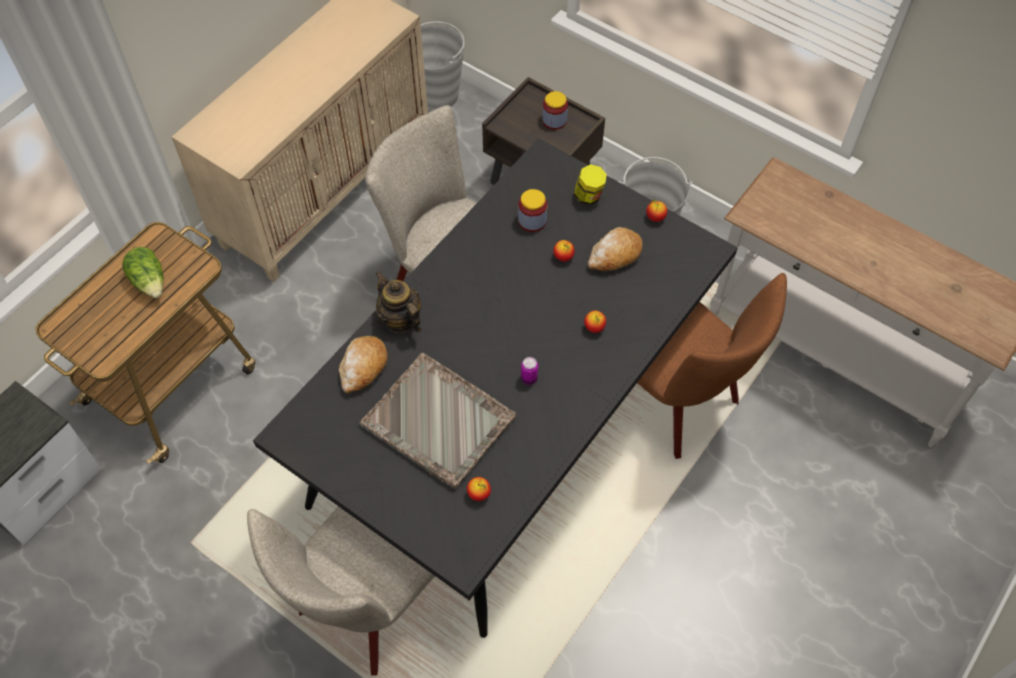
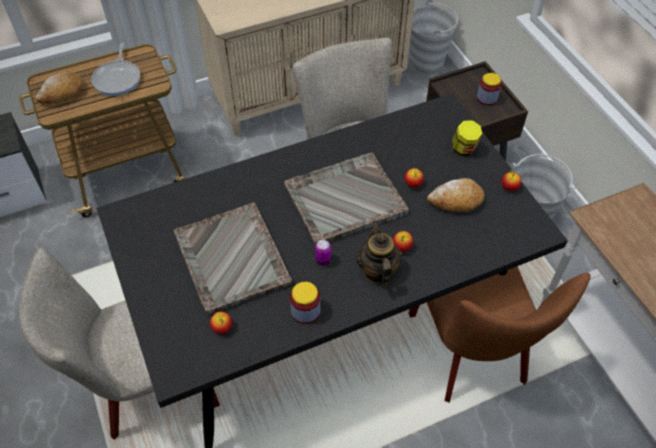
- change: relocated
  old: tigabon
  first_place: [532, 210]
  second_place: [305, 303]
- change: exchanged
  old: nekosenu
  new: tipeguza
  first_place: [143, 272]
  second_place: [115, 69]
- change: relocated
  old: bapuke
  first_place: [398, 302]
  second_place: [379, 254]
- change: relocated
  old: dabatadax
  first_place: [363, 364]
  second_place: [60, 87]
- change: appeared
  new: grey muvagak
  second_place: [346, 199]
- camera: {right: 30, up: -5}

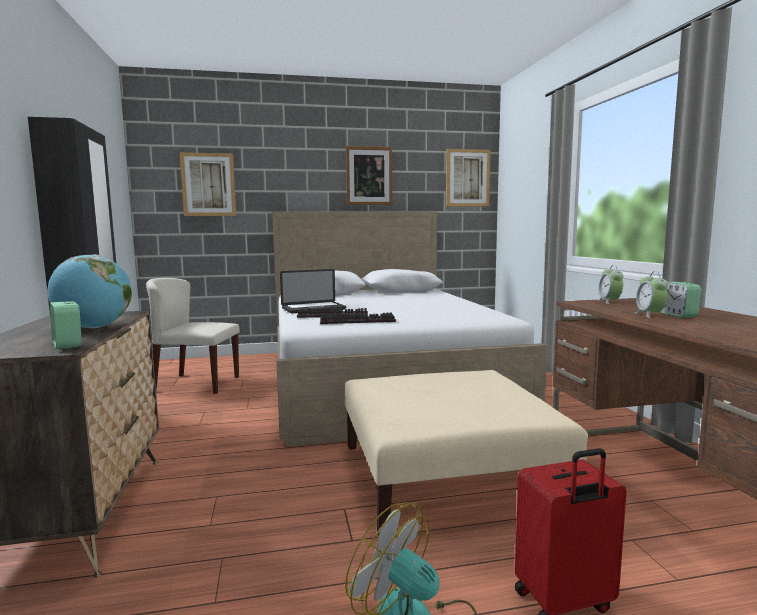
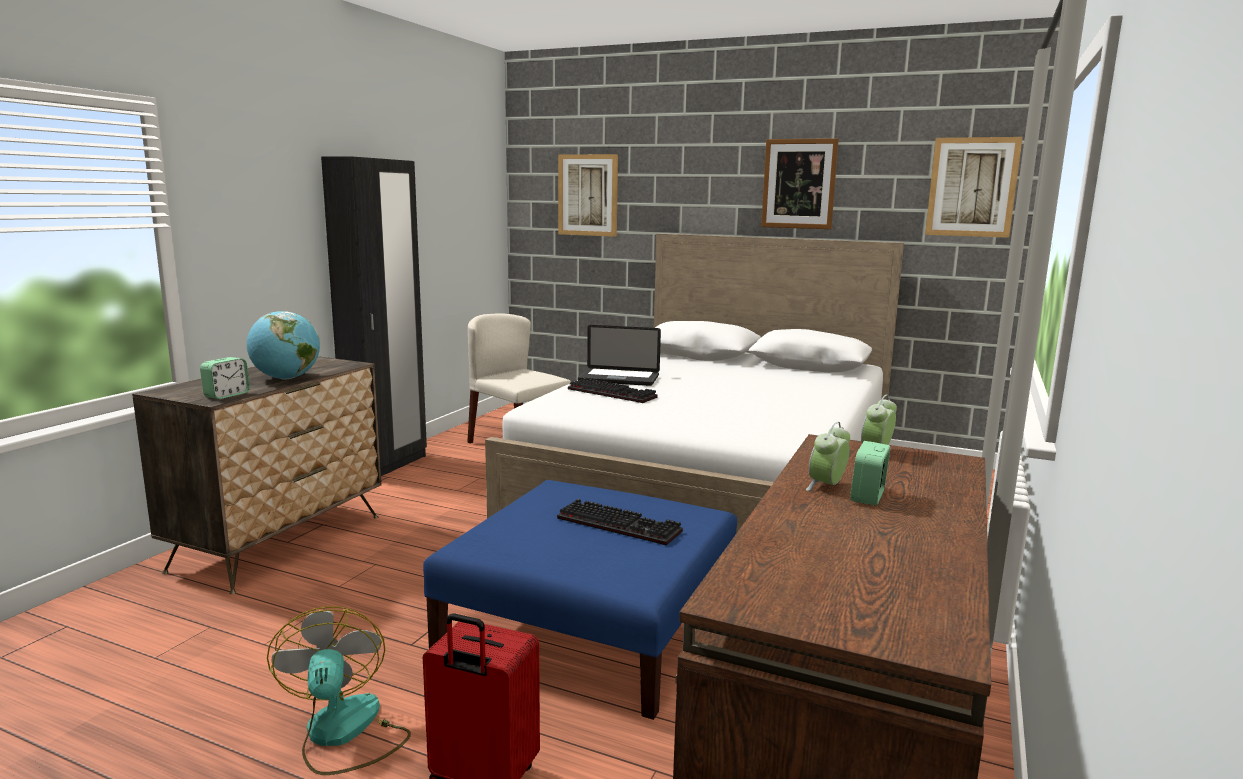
- change: spun
  old: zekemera
  first_place: [66, 325]
  second_place: [225, 378]
  degrees: -150
- change: relocated
  old: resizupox
  first_place: [358, 318]
  second_place: [620, 522]
- change: colour
  old: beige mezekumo
  new: blue mezekumo
  first_place: [466, 453]
  second_place: [580, 600]
- camera: {right: 35, up: 5}

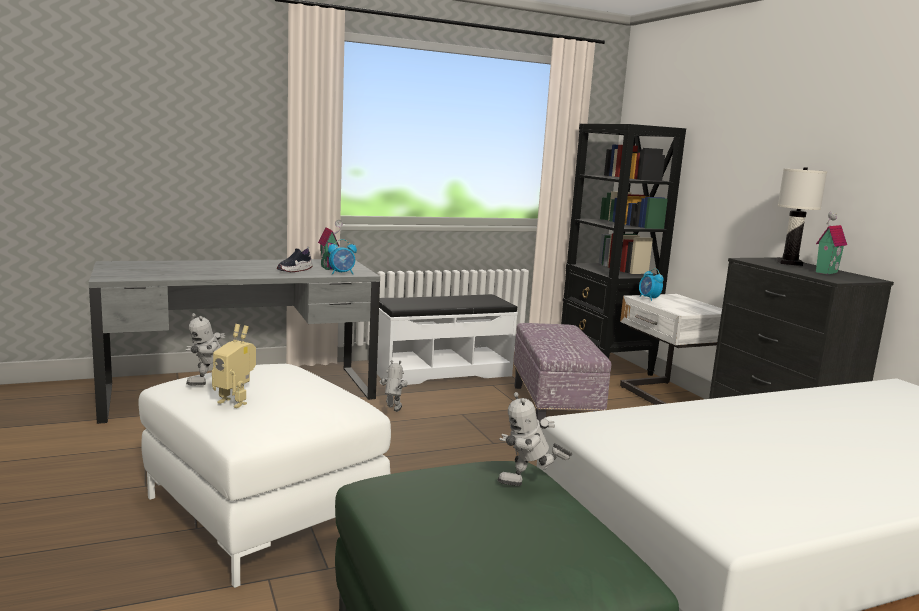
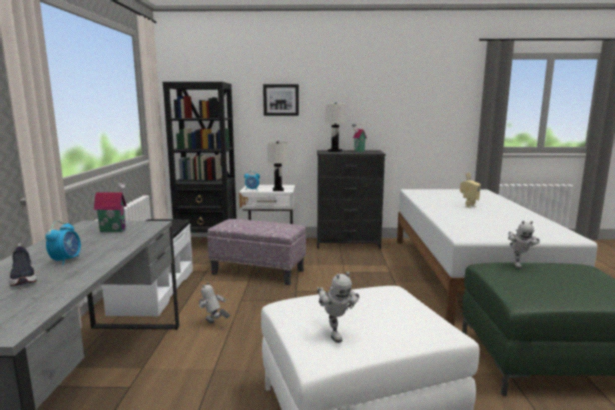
- change: relocated
  old: zekemera
  first_place: [342, 257]
  second_place: [63, 243]
- change: relocated
  old: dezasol
  first_place: [295, 259]
  second_place: [23, 264]
- change: relocated
  old: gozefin
  first_place: [234, 366]
  second_place: [470, 190]
- change: appeared
  new: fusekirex
  second_place: [281, 100]
- change: appeared
  new: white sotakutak
  second_place: [277, 166]
- camera: {right: -65, up: 0}

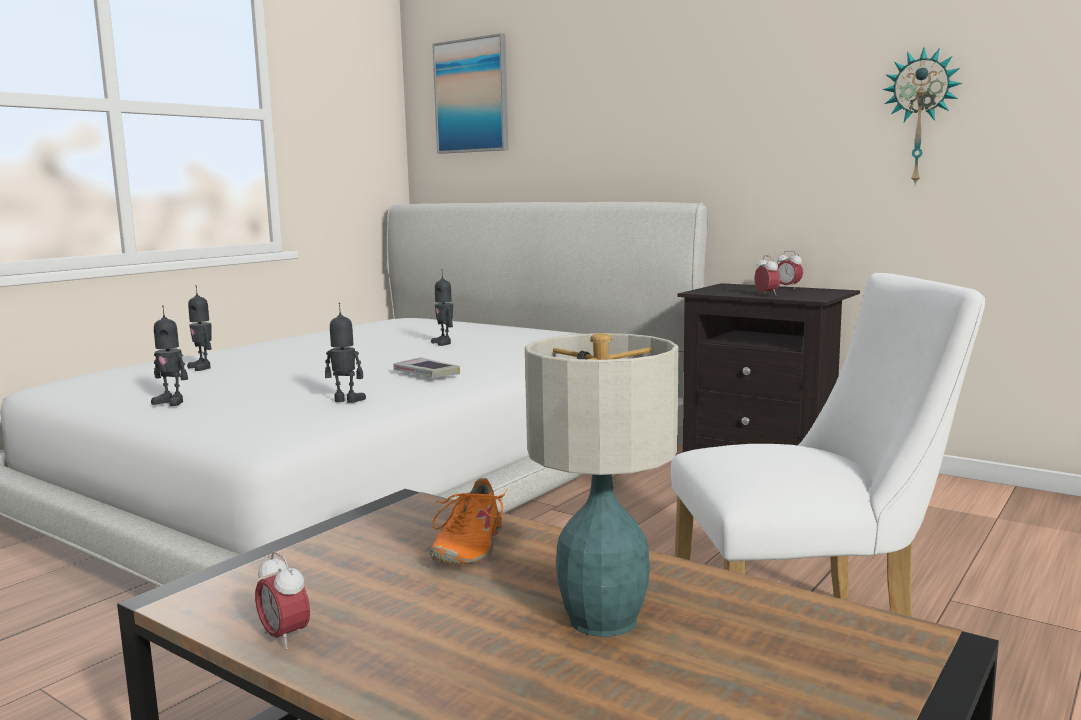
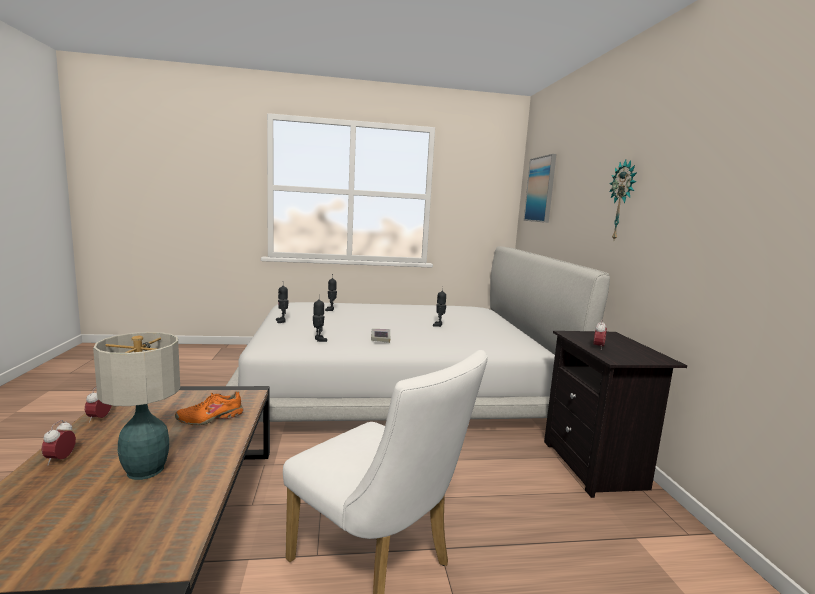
- change: relocated
  old: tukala
  first_place: [922, 117]
  second_place: [623, 199]
- change: relocated
  old: zekemera
  first_place: [790, 270]
  second_place: [59, 442]
- camera: {right: 45, up: 0}

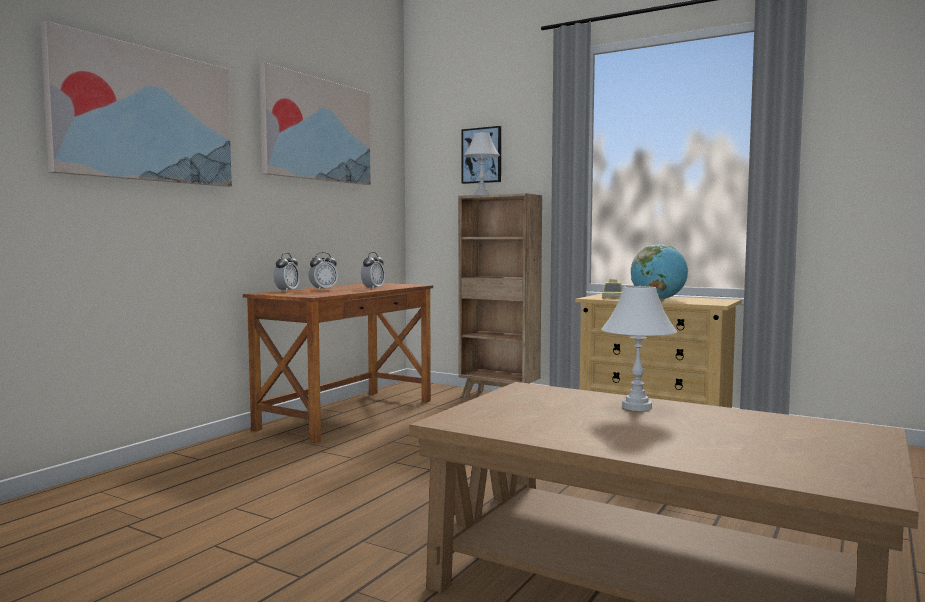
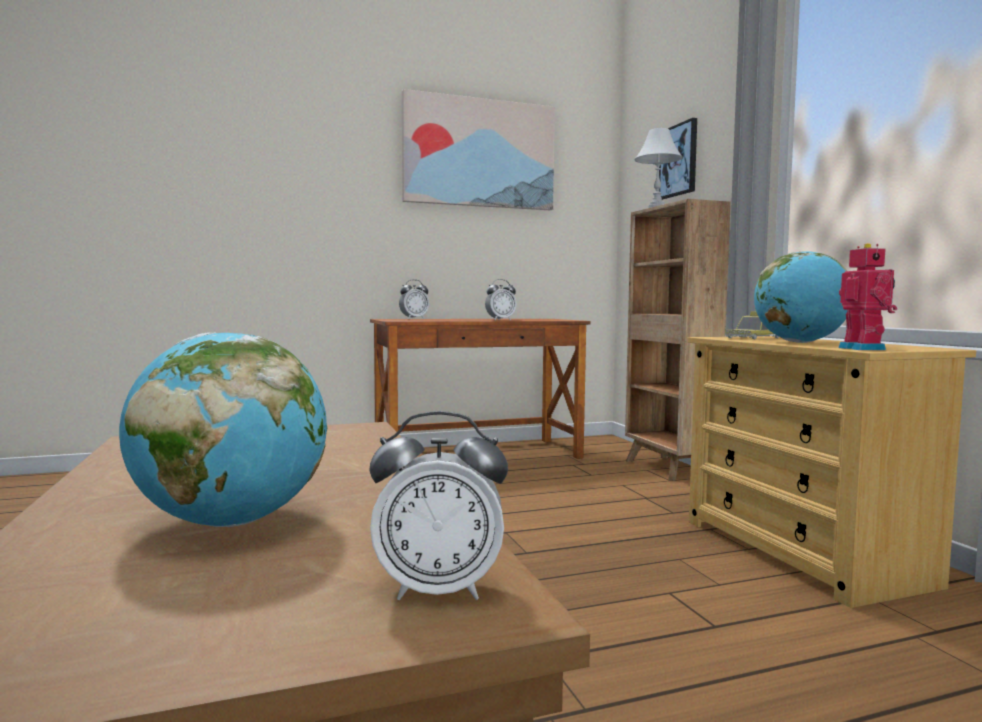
- change: missing
  old: fusekirex
  first_place: [136, 104]
- change: relocated
  old: zekemera
  first_place: [323, 271]
  second_place: [438, 505]
- change: missing
  old: white sotakutak
  first_place: [639, 348]
- change: appeared
  new: gozefin
  second_place: [867, 296]
- change: appeared
  new: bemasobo
  second_place: [223, 429]
- camera: {right: 40, up: 0}

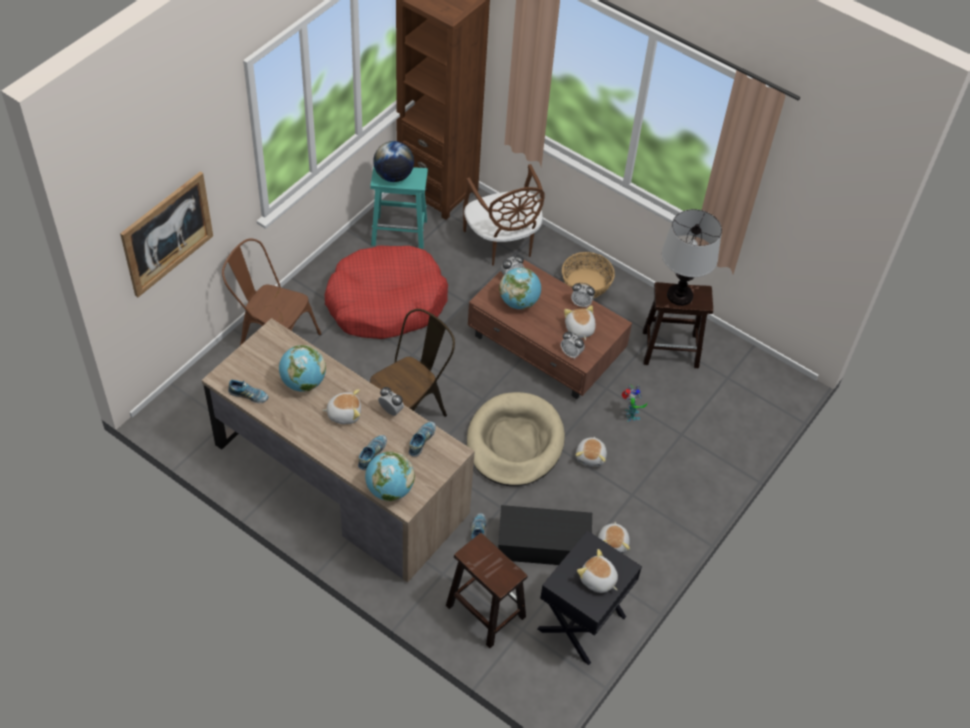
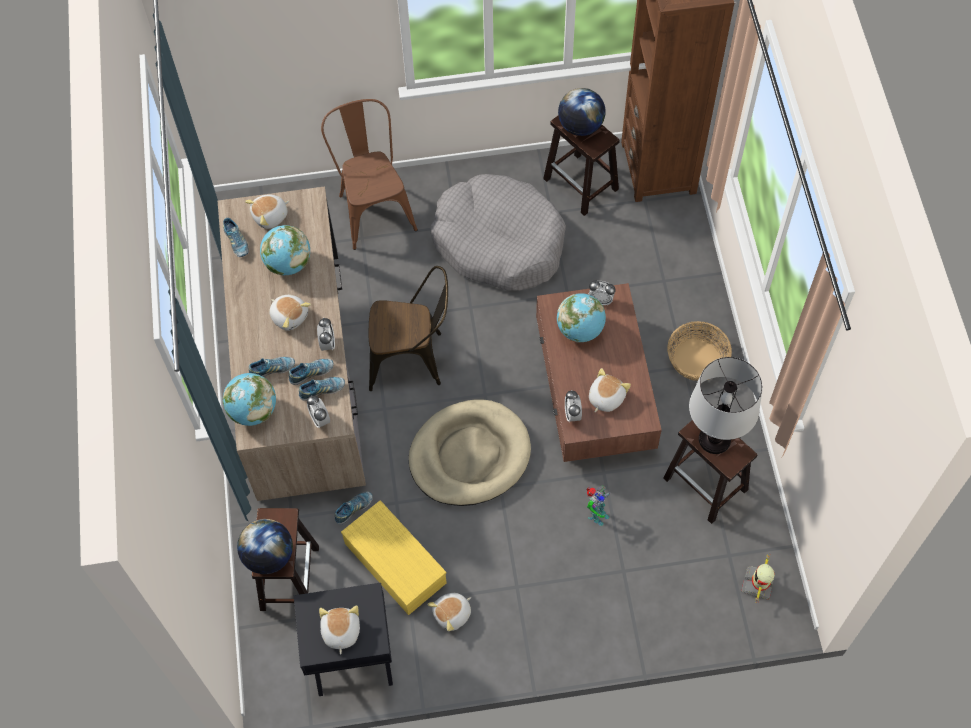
- change: missing
  old: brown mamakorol
  first_place: [503, 215]
- change: colour
  old: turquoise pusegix
  new: brown pusegix
  first_place: [399, 208]
  second_place: [581, 166]
- change: missing
  old: fusekirex
  first_place: [166, 234]
- change: colour
  old: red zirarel
  new: grey zirarel
  first_place: [386, 292]
  second_place: [498, 232]
- change: relocated
  old: zekemera
  first_place: [583, 295]
  second_place: [318, 411]
- change: relocated
  old: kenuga
  first_place: [591, 452]
  second_place: [267, 211]
- change: colour
  old: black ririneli
  new: yellow ririneli
  first_place: [545, 535]
  second_place: [394, 557]
- change: appeared
  new: dezasol
  second_place: [311, 372]
- change: appeared
  new: bemasobo
  second_place: [265, 546]
- change: appeared
  new: gozefin
  second_place: [758, 578]
- camera: {right: 50, up: 10}

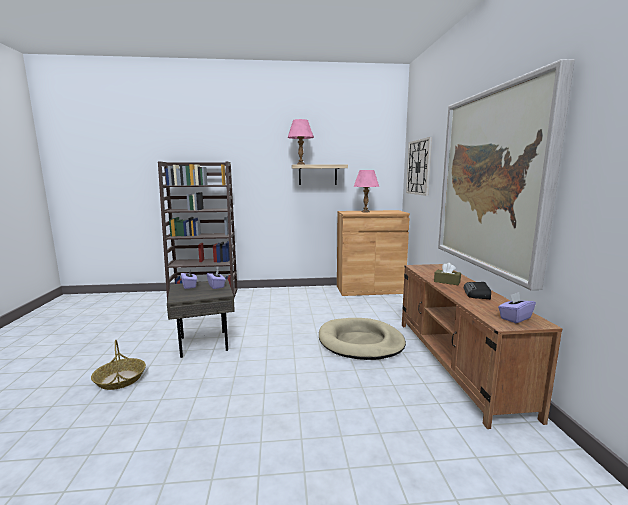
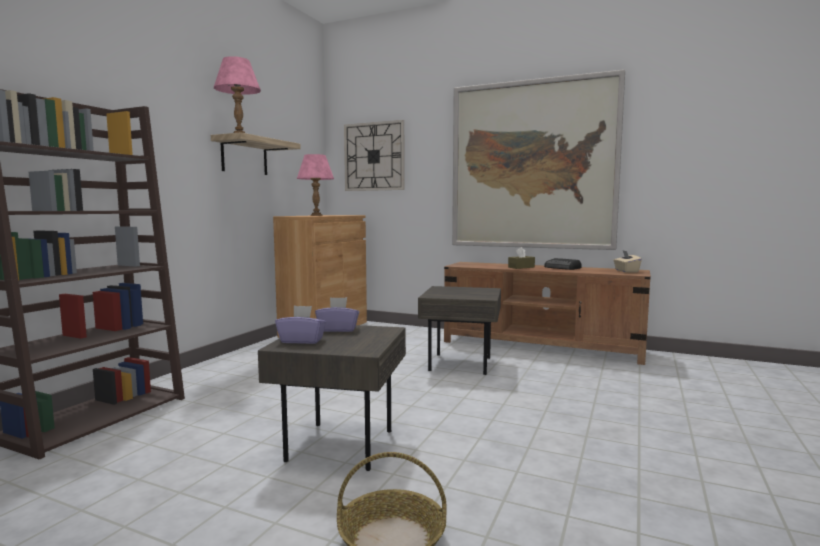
- change: colour
  old: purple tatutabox
  new: beige tatutabox
  first_place: [517, 307]
  second_place: [627, 261]
- change: exchanged
  old: beige zirarel
  new: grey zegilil
  first_place: [362, 339]
  second_place: [459, 330]
- camera: {right: -60, up: -5}

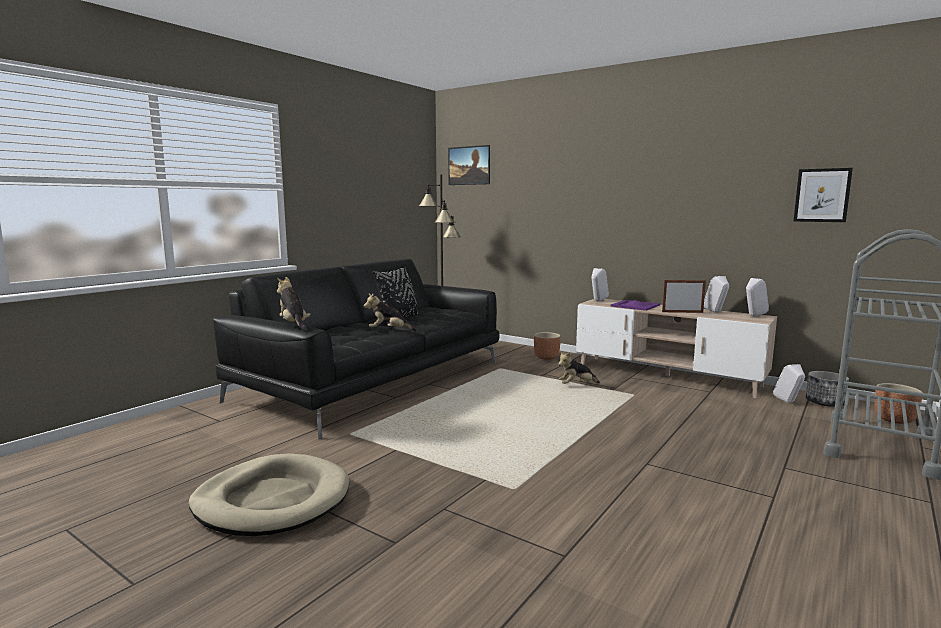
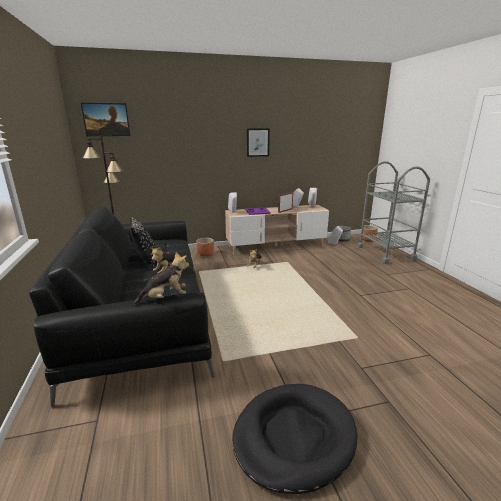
- change: relocated
  old: fusekirex
  first_place: [823, 195]
  second_place: [258, 143]
- change: spun
  old: kenuga
  first_place: [293, 304]
  second_place: [161, 278]
  degrees: 150
- change: colour
  old: beige zirarel
  new: black zirarel
  first_place: [269, 494]
  second_place: [294, 439]
- camera: {right: -50, up: 10}

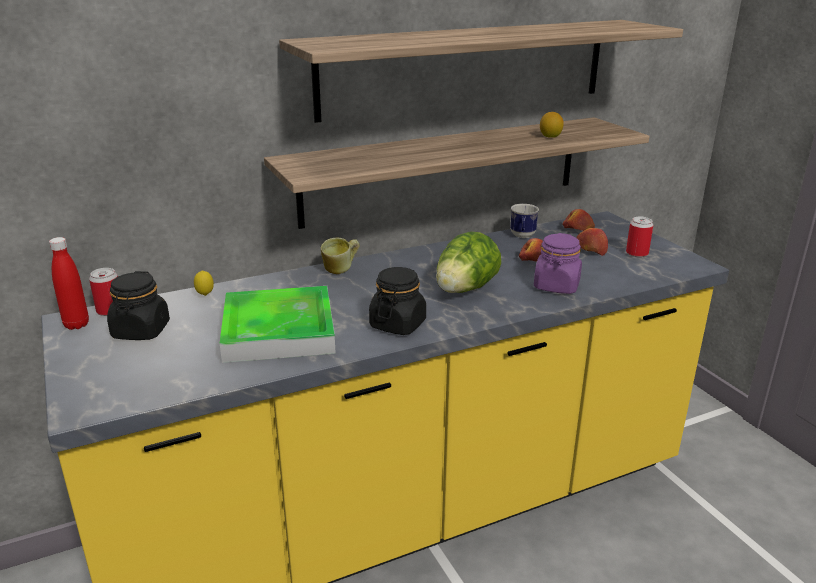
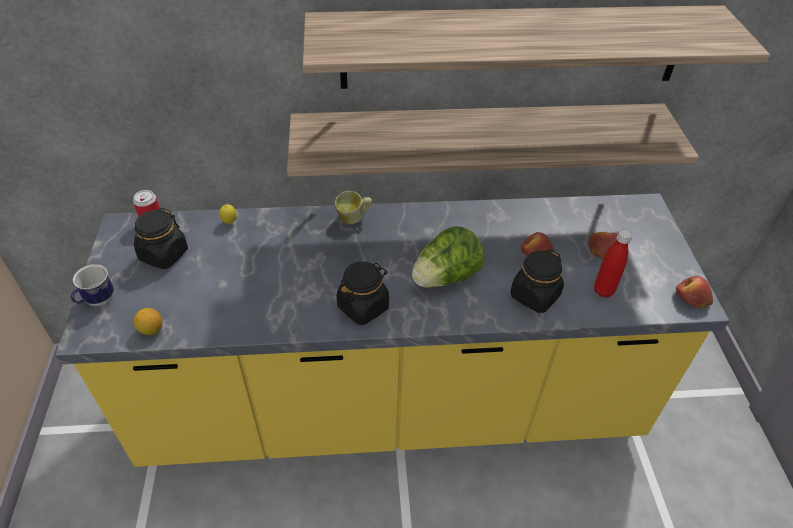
- change: relocated
  old: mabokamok
  first_place: [552, 125]
  second_place: [148, 321]
- change: relocated
  old: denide
  first_place: [524, 221]
  second_place: [92, 285]
- change: relocated
  old: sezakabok
  first_place: [578, 220]
  second_place: [694, 292]
- change: missing
  old: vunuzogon
  first_place: [639, 236]
- change: colour
  old: purple tigabon
  new: black tigabon
  first_place: [558, 263]
  second_place: [537, 281]
- change: relocated
  old: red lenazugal
  first_place: [69, 283]
  second_place: [613, 263]
- change: missing
  old: muvagak
  first_place: [278, 324]
- camera: {right: 20, up: 20}

